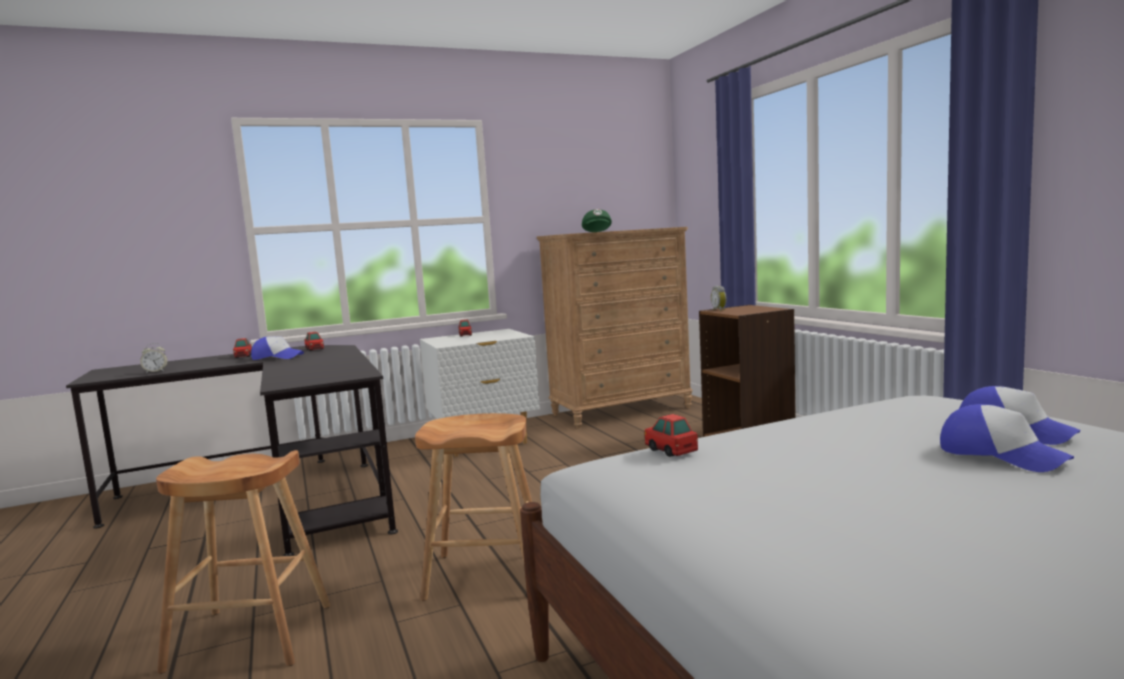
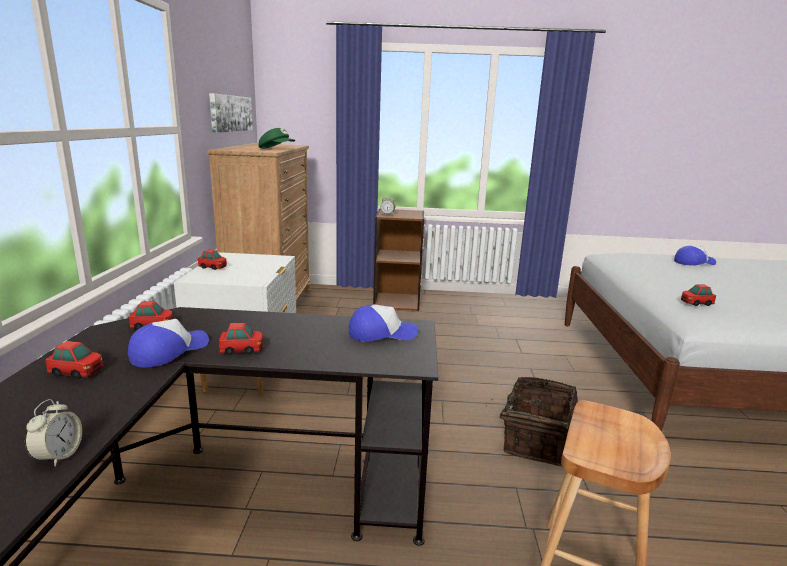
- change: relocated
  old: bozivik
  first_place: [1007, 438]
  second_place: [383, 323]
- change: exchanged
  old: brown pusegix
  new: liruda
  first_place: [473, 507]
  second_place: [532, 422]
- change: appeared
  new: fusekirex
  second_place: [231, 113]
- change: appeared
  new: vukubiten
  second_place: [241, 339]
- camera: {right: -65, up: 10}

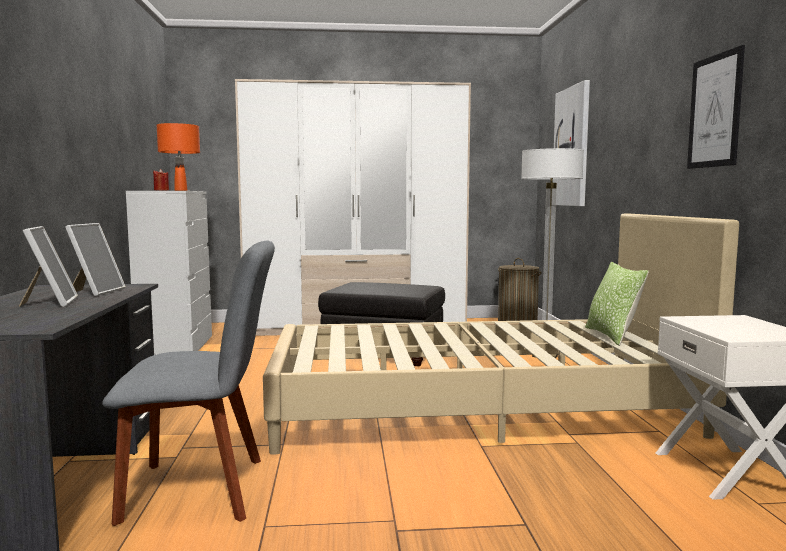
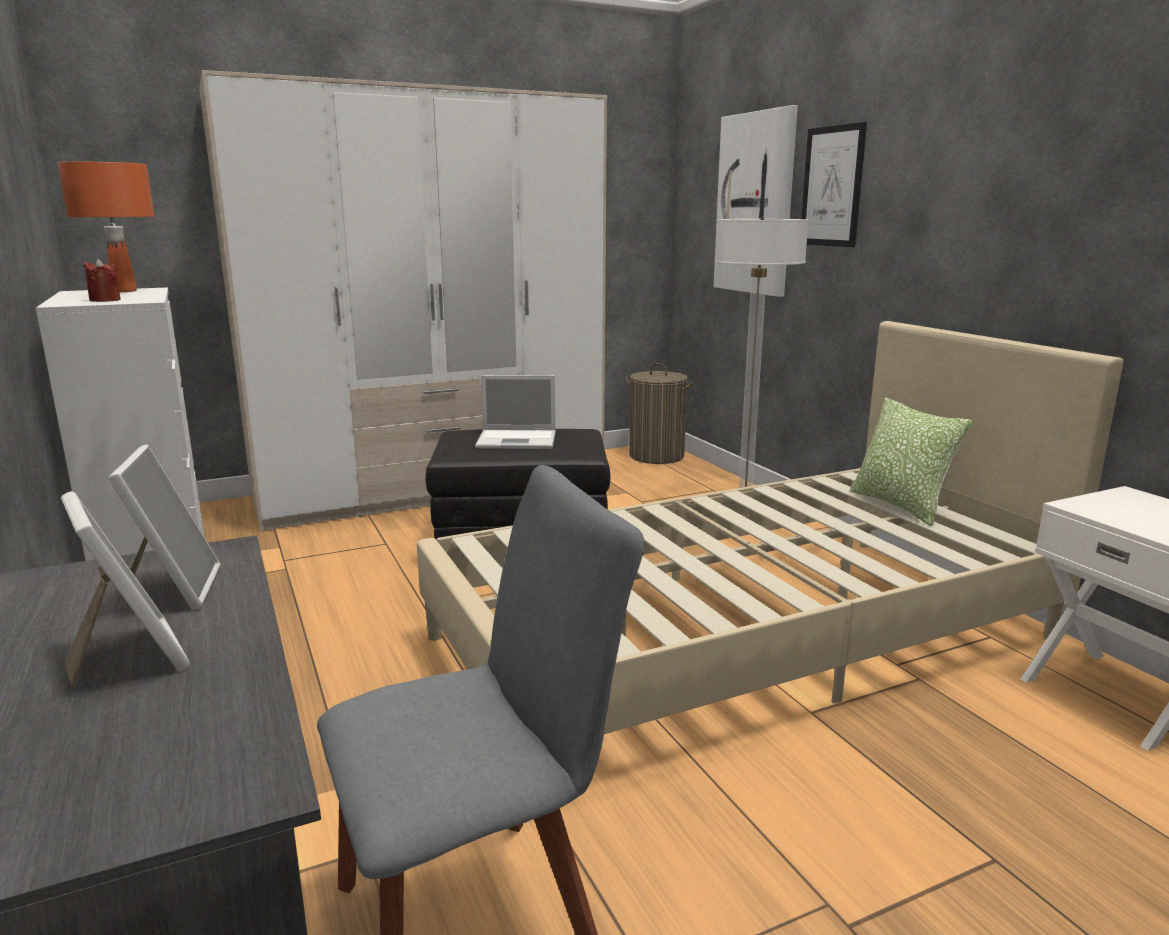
- change: relocated
  old: fusekirex
  first_place: [716, 107]
  second_place: [834, 184]
- change: appeared
  new: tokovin
  second_place: [515, 412]
- camera: {right: -20, up: 10}

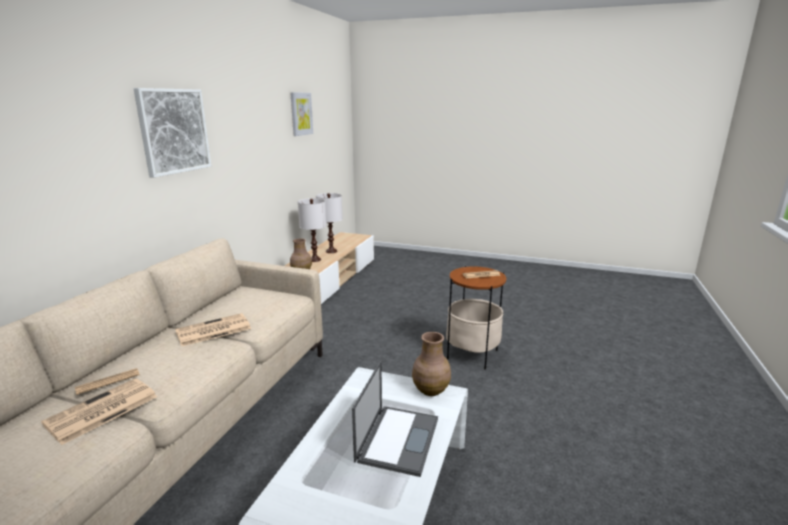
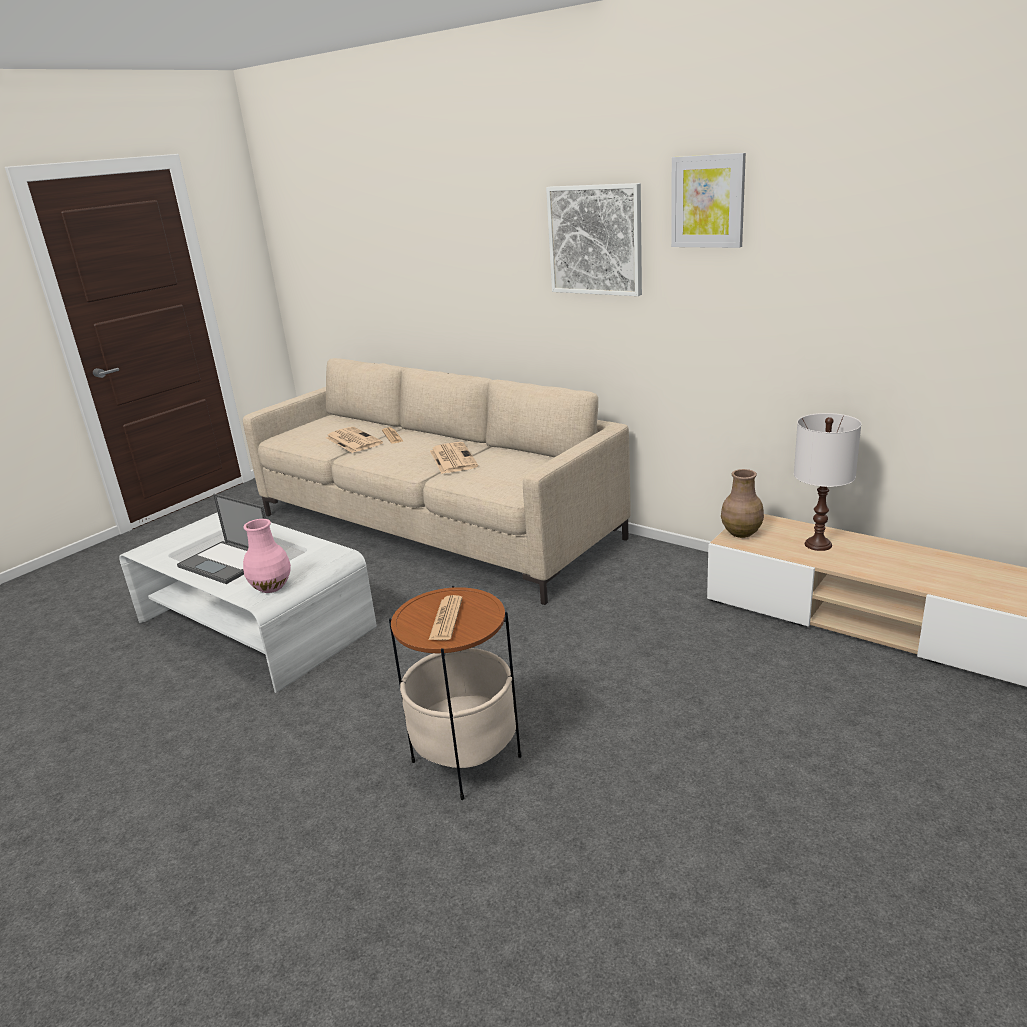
- change: relocated
  old: fusekirex
  first_place: [301, 114]
  second_place: [708, 200]
- change: missing
  old: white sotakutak
  first_place: [329, 223]
- change: colour
  old: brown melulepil
  new: pink melulepil
  first_place: [431, 364]
  second_place: [267, 556]
- camera: {right: 110, up: 5}

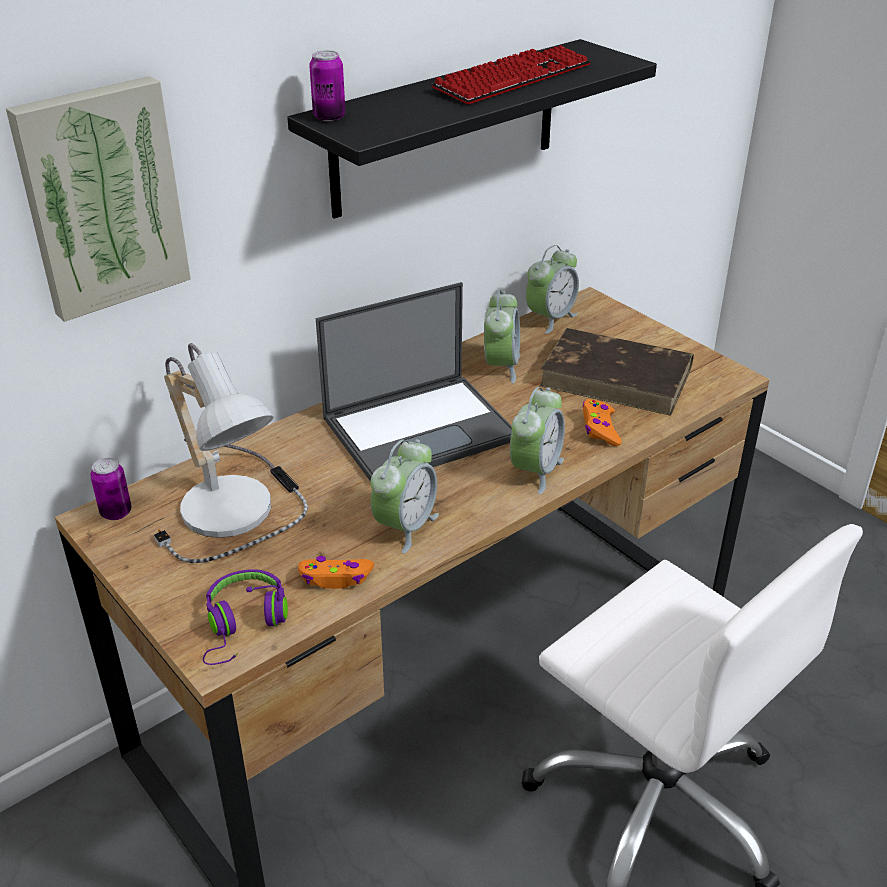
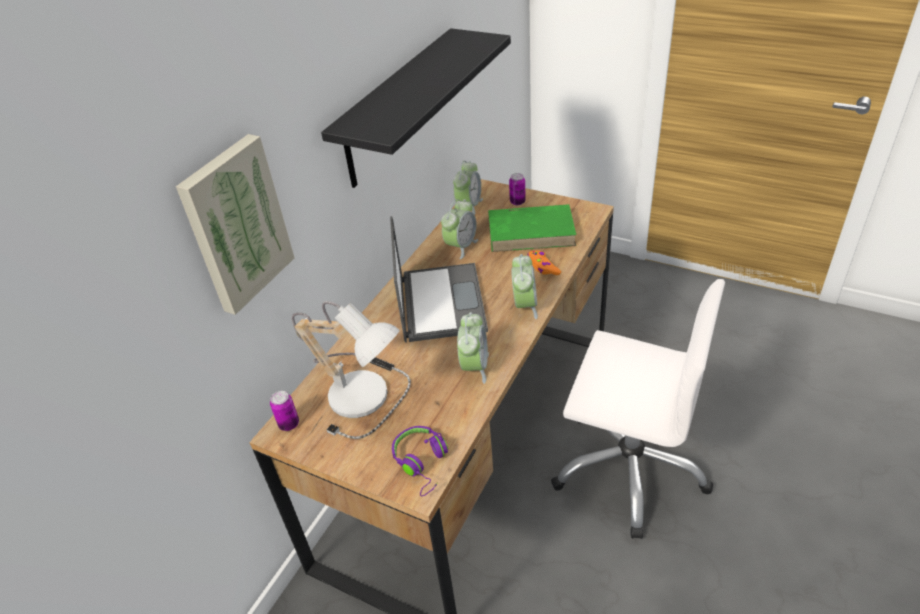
- change: missing
  old: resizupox
  first_place: [511, 74]
- change: relocated
  old: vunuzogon
  first_place: [327, 85]
  second_place: [517, 189]
- change: spun
  old: tokovin
  first_place: [414, 382]
  second_place: [439, 279]
  degrees: -45
- change: spun
  old: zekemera
  first_place: [502, 336]
  second_place: [459, 229]
  degrees: 45
- change: colour
  old: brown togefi
  new: green togefi
  first_place: [617, 372]
  second_place: [532, 228]
- change: missing
  old: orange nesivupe
  first_place: [336, 572]
- camera: {right: -20, up: 5}

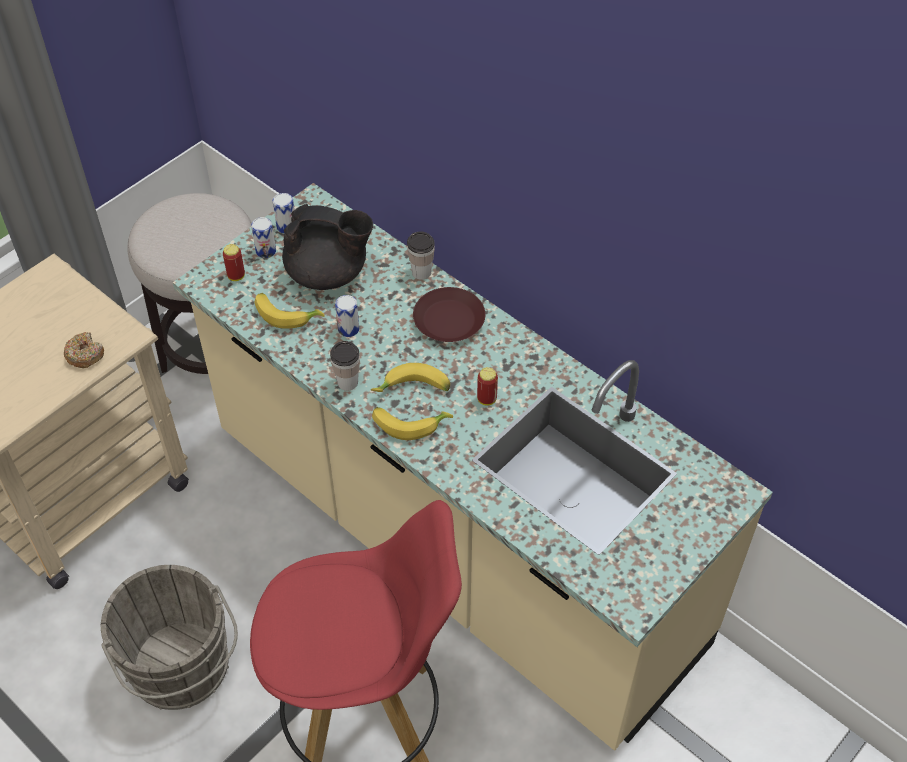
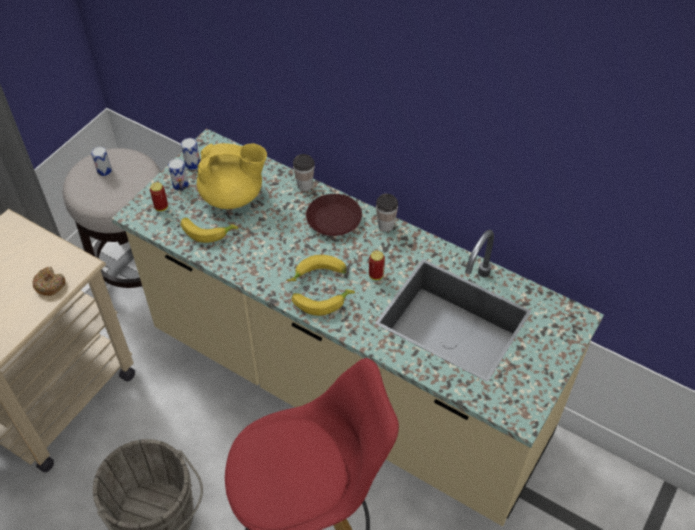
- change: colour
  old: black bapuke
  new: yellow bapuke
  first_place: [327, 247]
  second_place: [232, 176]
- change: relocated
  old: vunuzogon
  first_place: [347, 316]
  second_place: [101, 161]
- change: relocated
  old: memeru
  first_place: [345, 366]
  second_place: [387, 213]
- camera: {right: -10, up: 0}

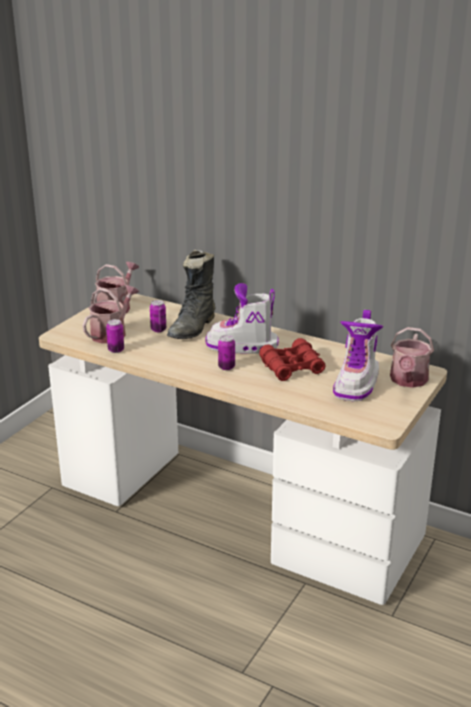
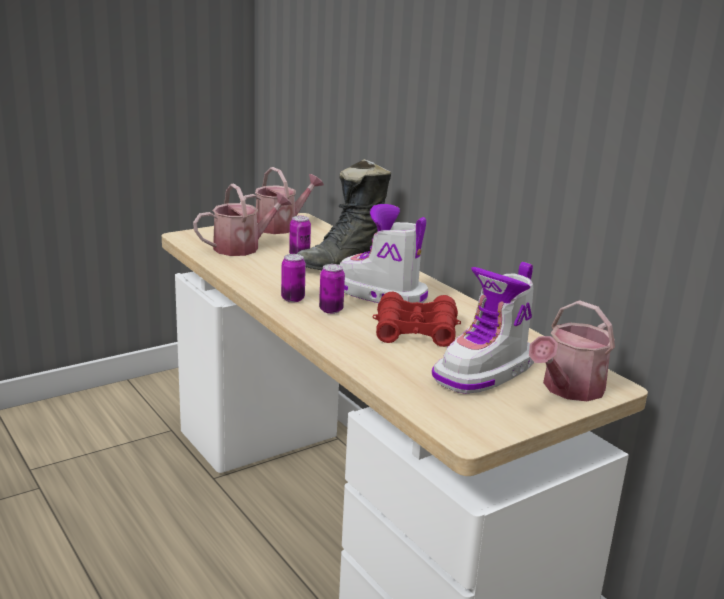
- change: relocated
  old: vunuzogon
  first_place: [115, 336]
  second_place: [293, 278]
- camera: {right: 25, up: -5}

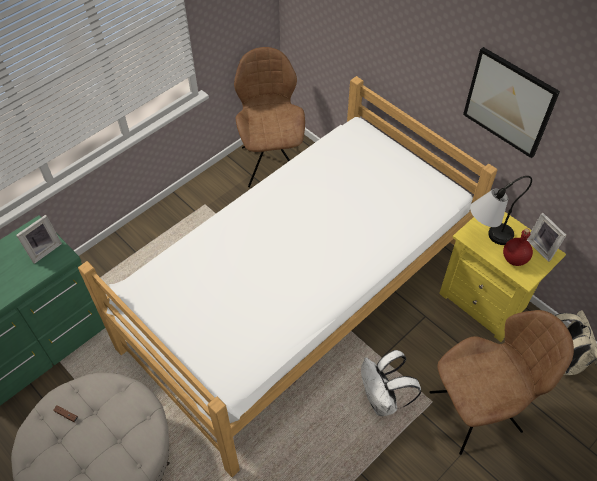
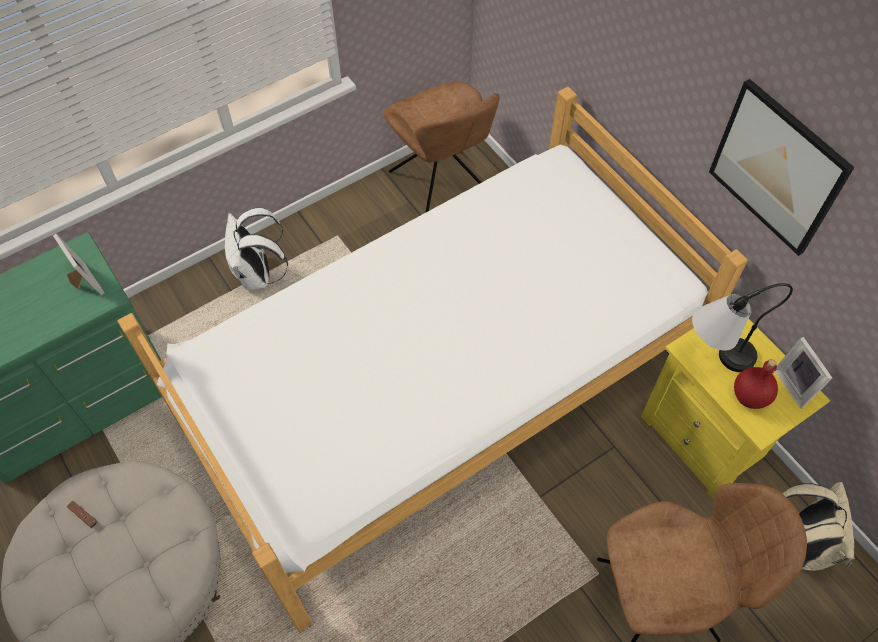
- change: spun
  old: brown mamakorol
  first_place: [269, 117]
  second_place: [442, 147]
  degrees: 150
- change: spun
  old: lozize
  first_place: [39, 239]
  second_place: [78, 264]
  degrees: -90
- change: relocated
  old: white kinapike
  first_place: [391, 383]
  second_place: [256, 249]
- camera: {right: 10, up: 5}

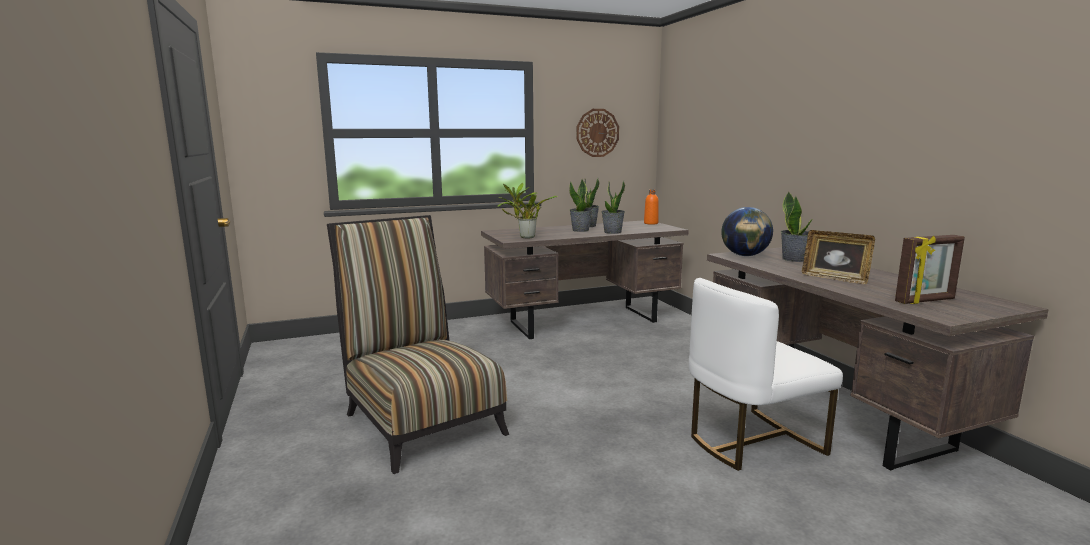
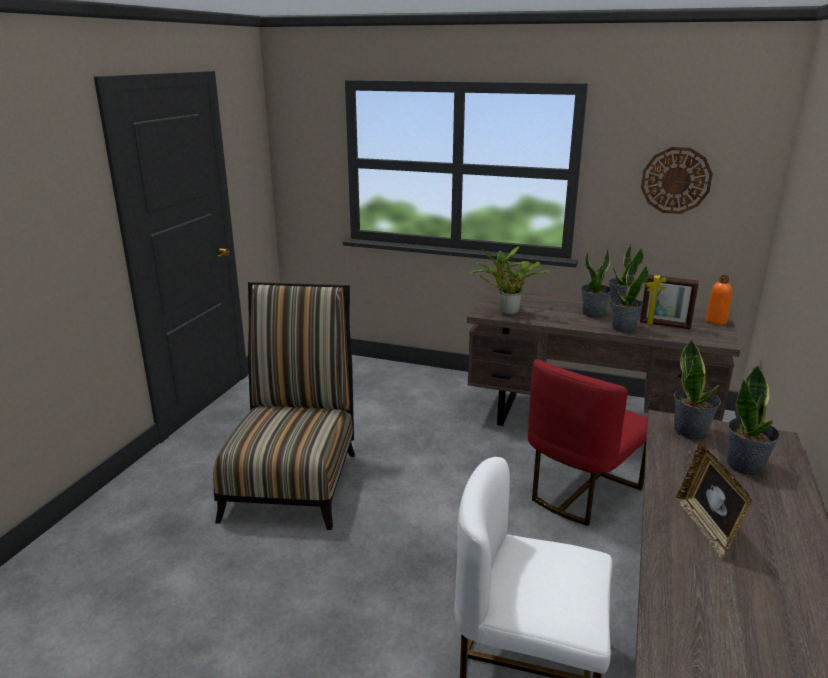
- change: exchanged
  old: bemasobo
  new: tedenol
  first_place: [747, 231]
  second_place: [697, 389]
- change: relocated
  old: lozize
  first_place: [930, 269]
  second_place: [669, 302]
- change: appeared
  new: red mamakorol
  second_place: [587, 442]
- camera: {right: 40, up: 10}

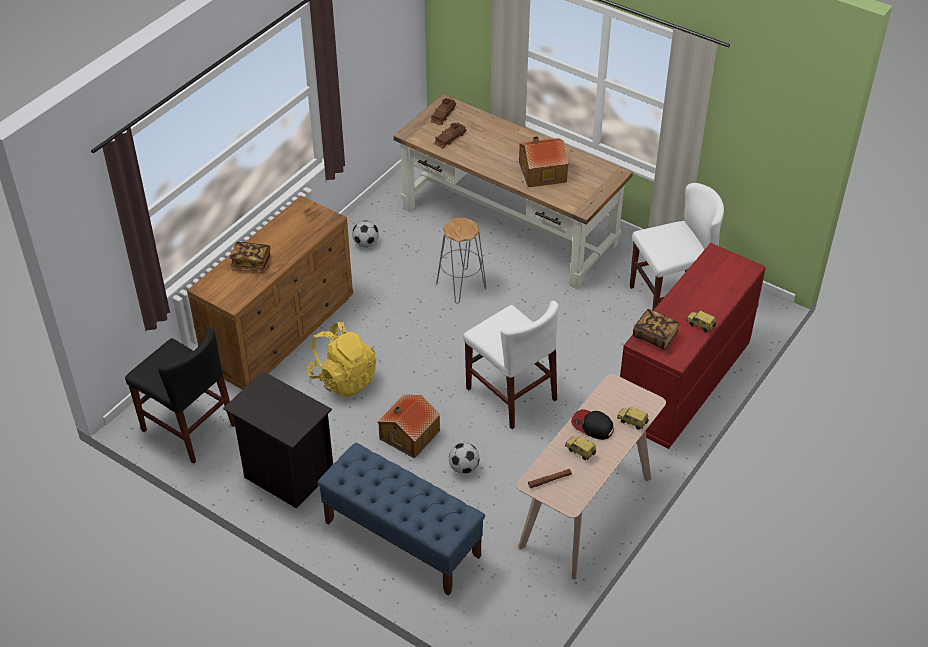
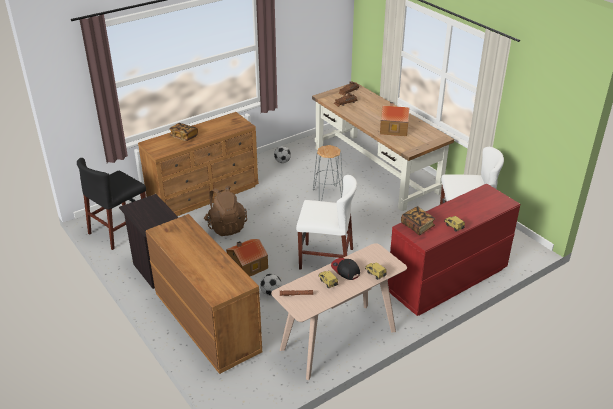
- change: spun
  old: white mamakorol
  first_place: [511, 365]
  second_place: [326, 222]
  degrees: -60
- change: colour
  old: yellow kinapike
  new: brown kinapike
  first_place: [342, 359]
  second_place: [225, 211]
- change: spun
  old: black mamakorol
  first_place: [180, 396]
  second_place: [111, 204]
  degrees: 75
- change: exchanged
  old: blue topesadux
  new: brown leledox
  first_place: [401, 519]
  second_place: [203, 294]
- camera: {right: 20, up: -10}

